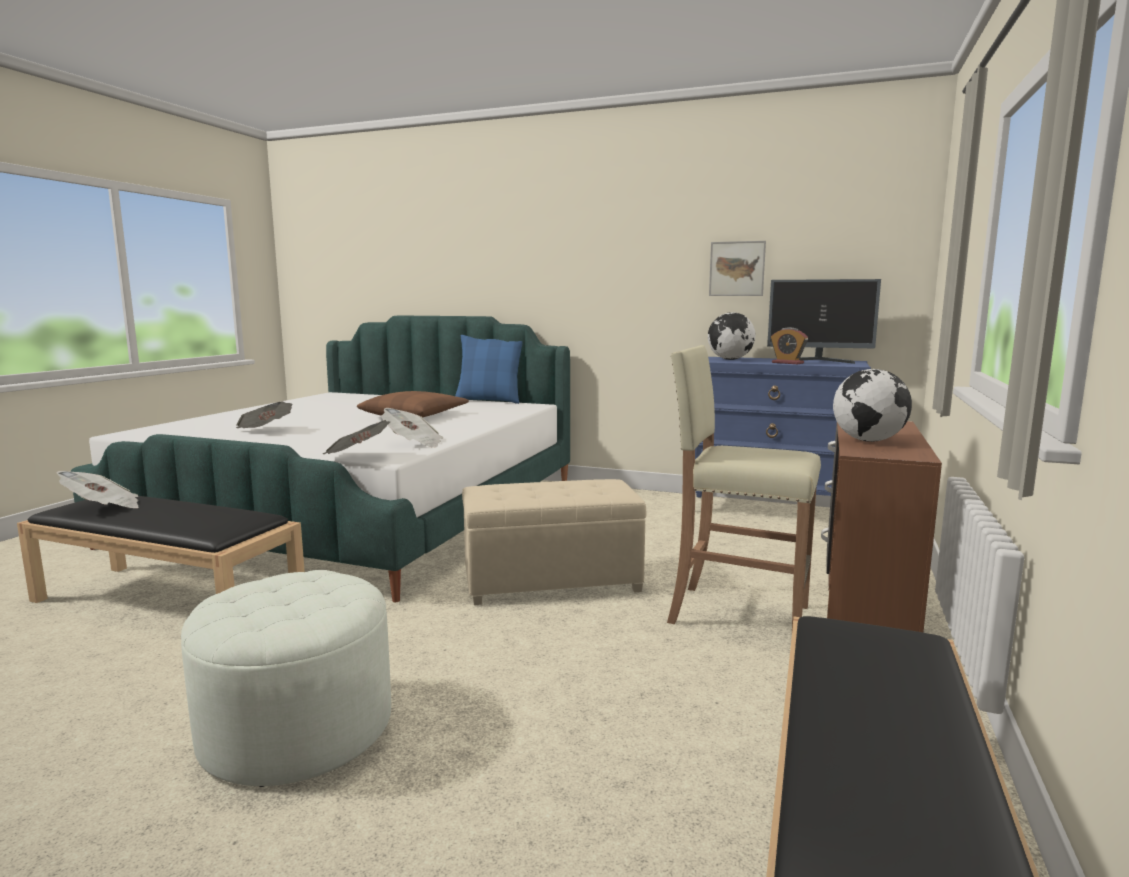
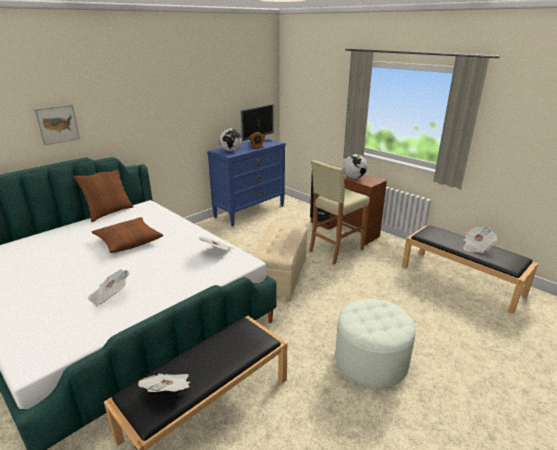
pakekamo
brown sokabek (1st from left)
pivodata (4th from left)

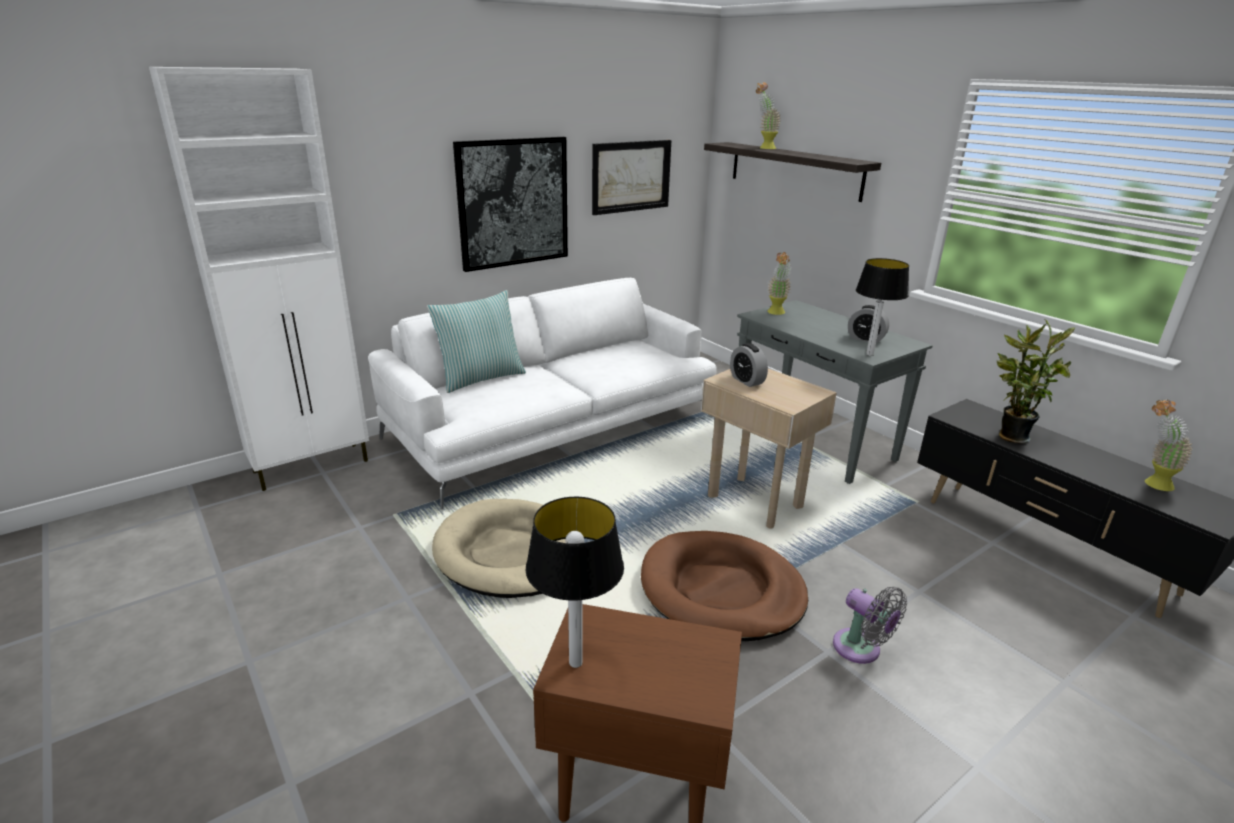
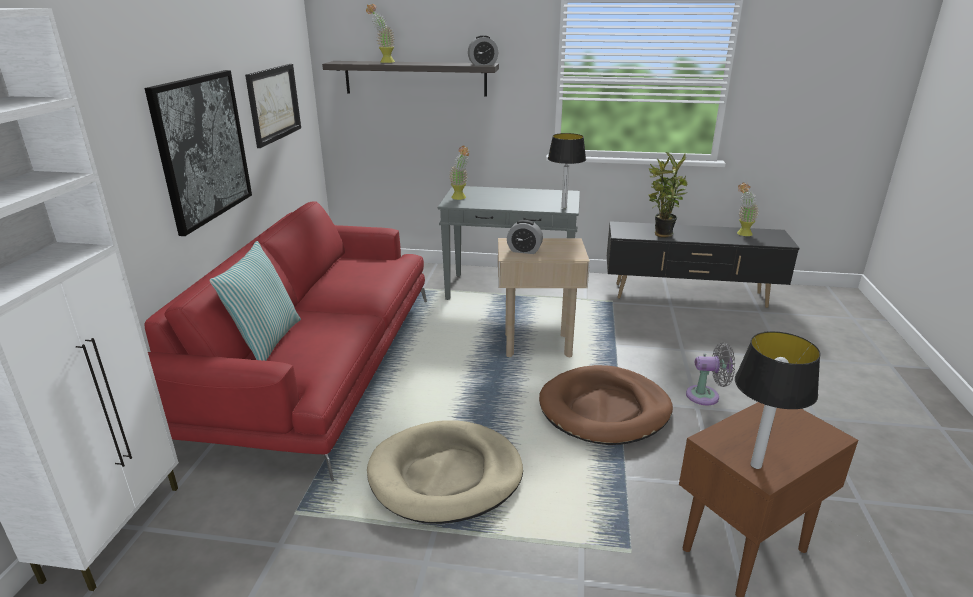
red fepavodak
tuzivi (1st from left)

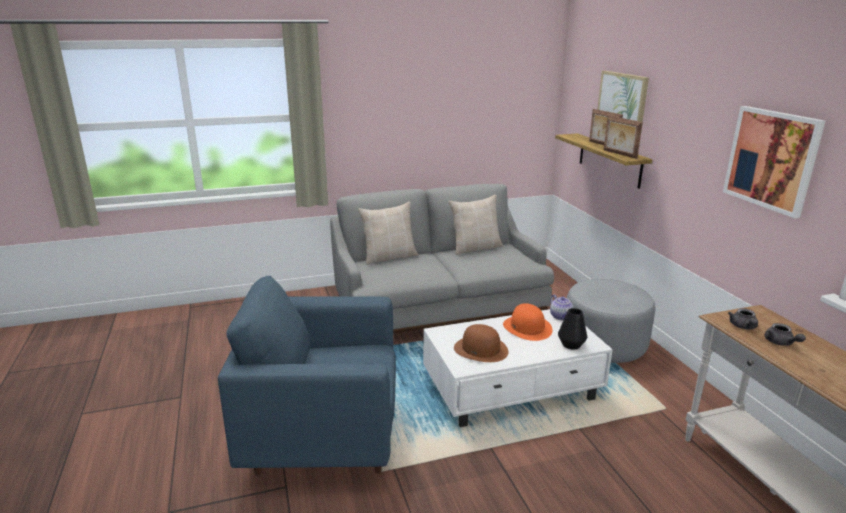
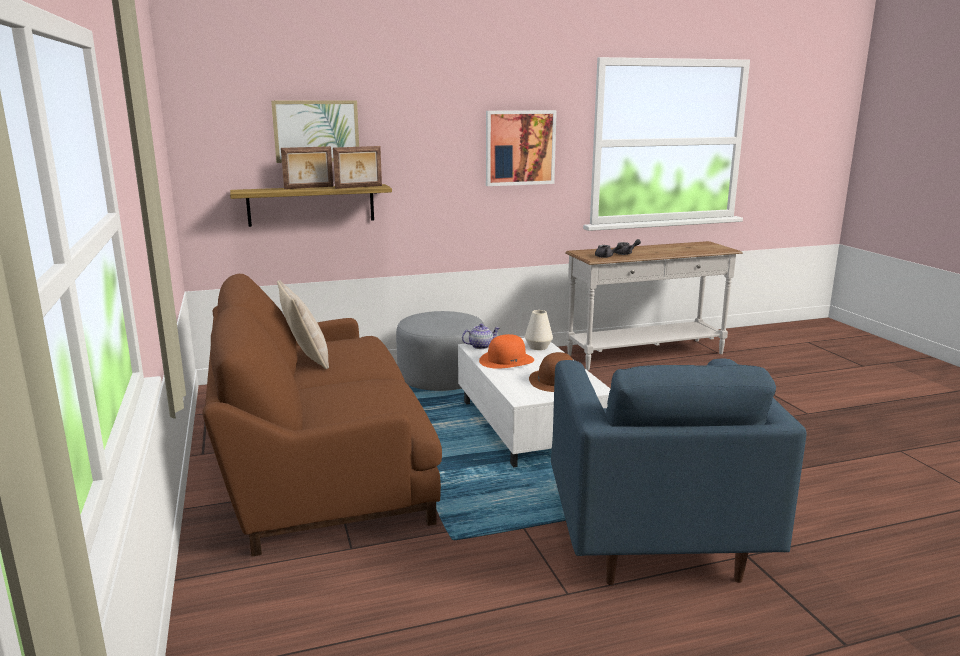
brown fepavodak
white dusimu
beige sokabek (1st from left in the first image)

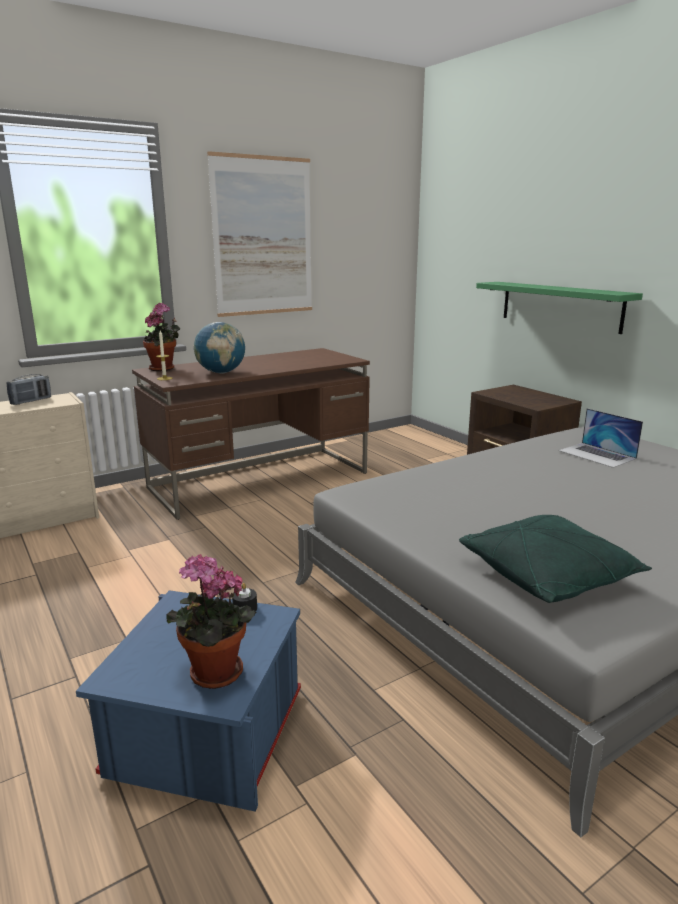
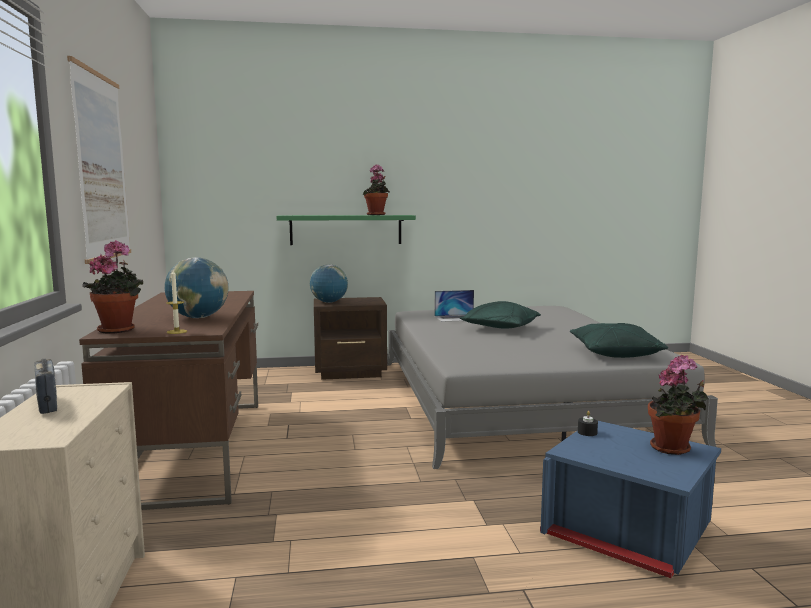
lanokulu (2nd from left)
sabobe (2nd from left)
green sokabek (1st from left)

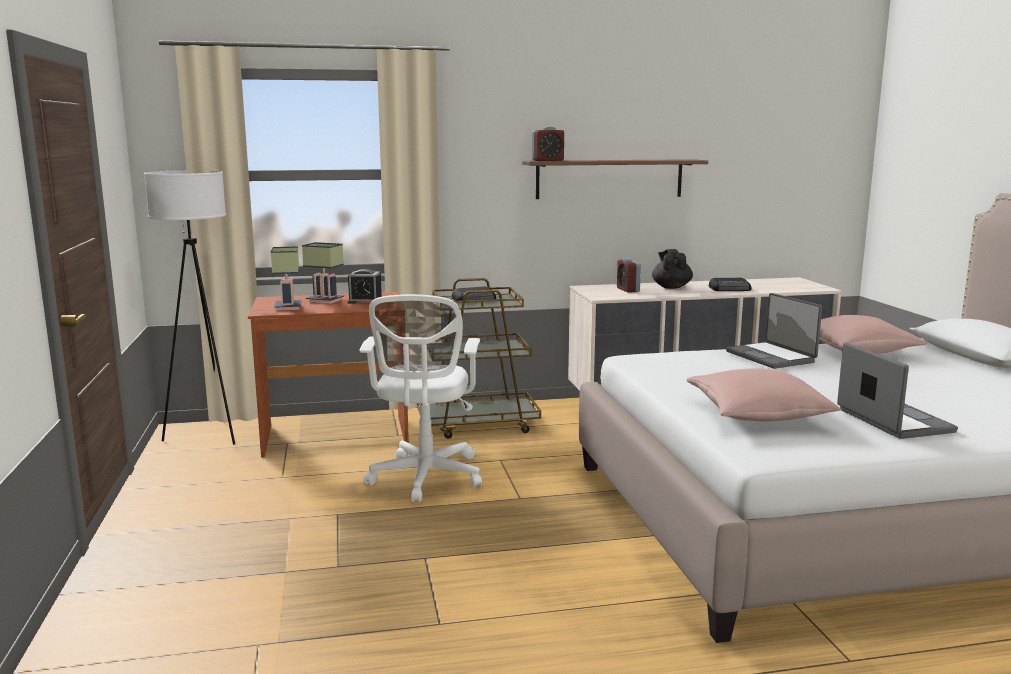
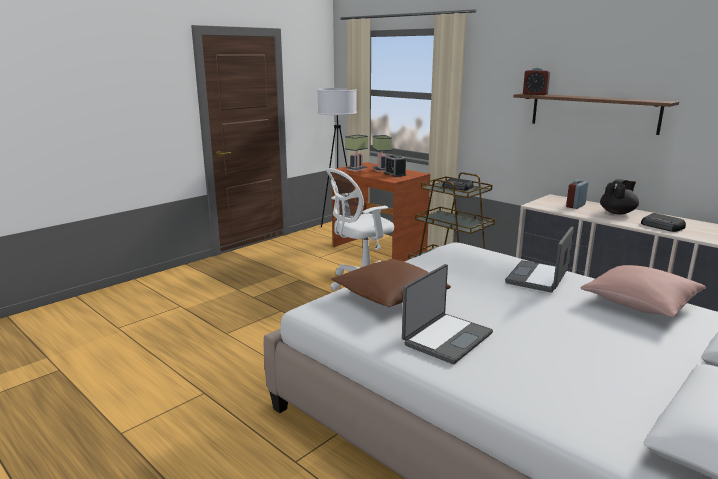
brown sokabek

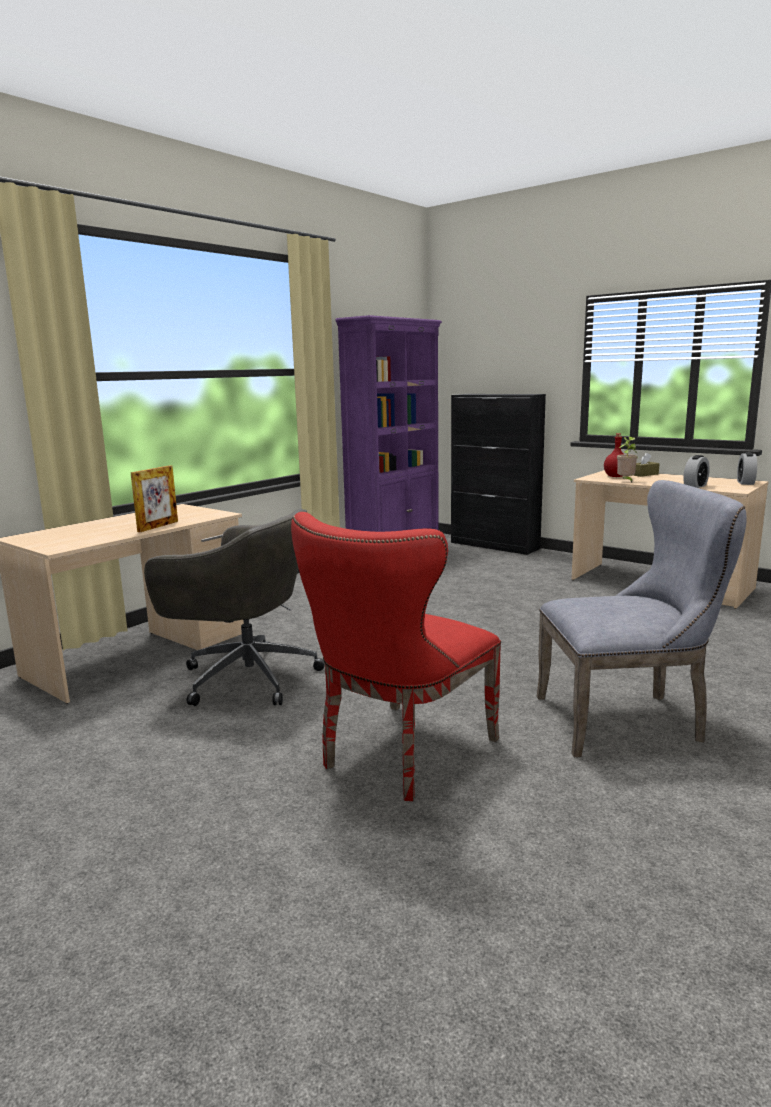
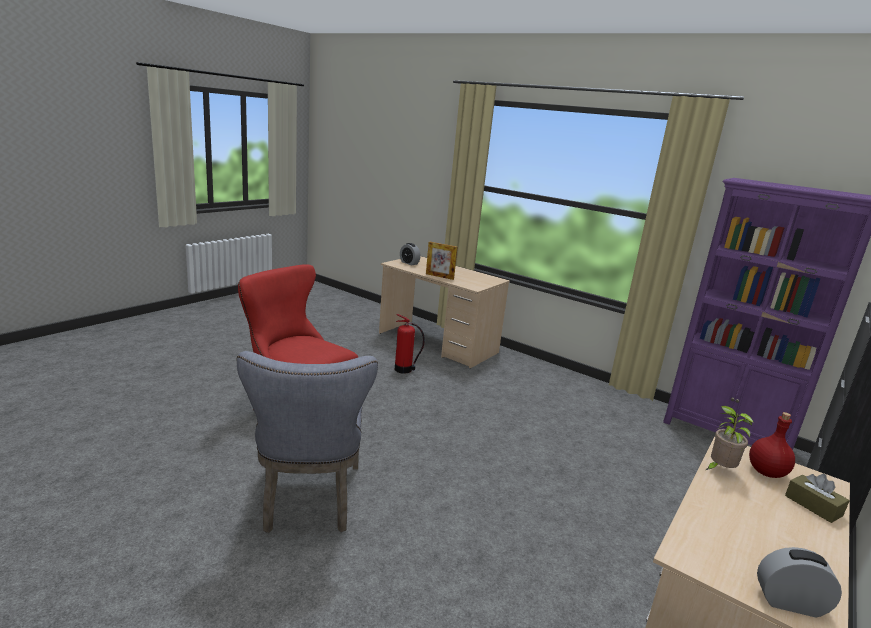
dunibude
tuzivi (1st from left)

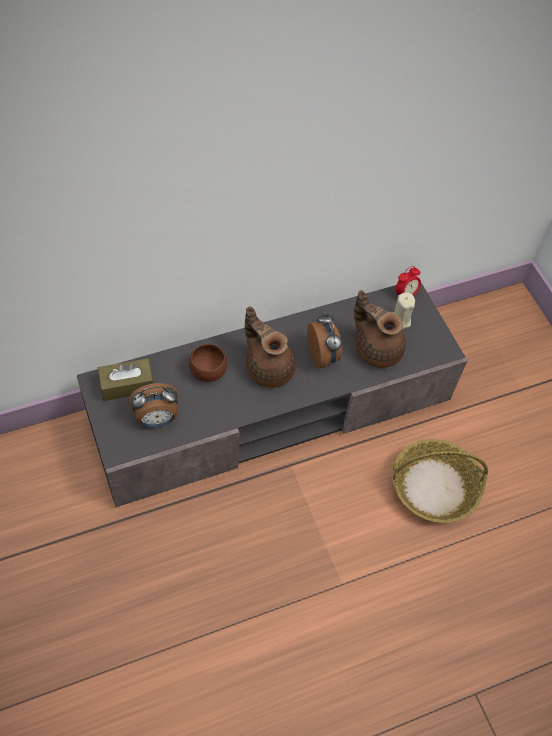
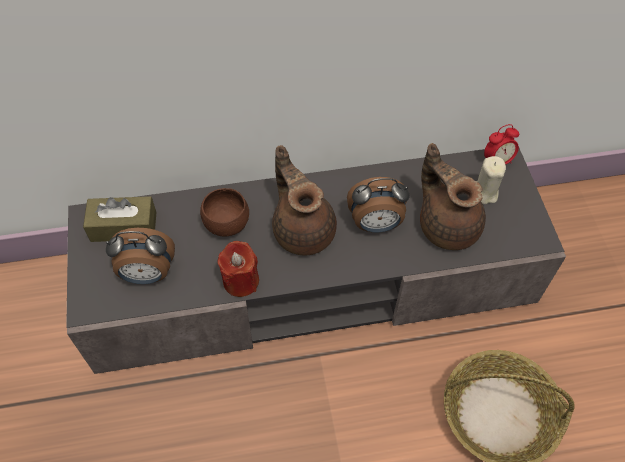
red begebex
tuzivi (2nd from left)

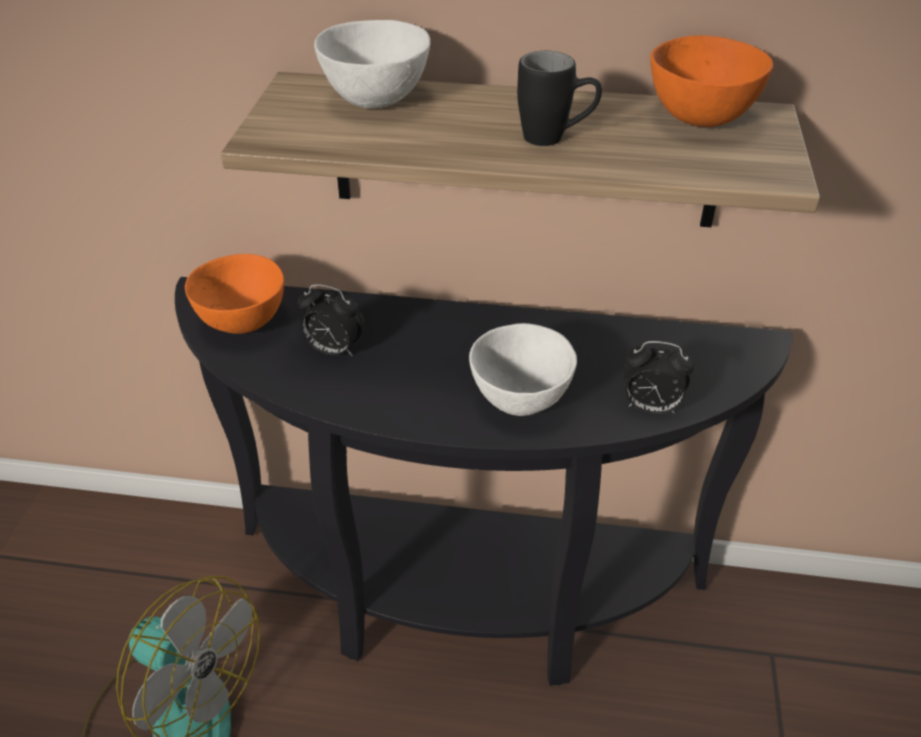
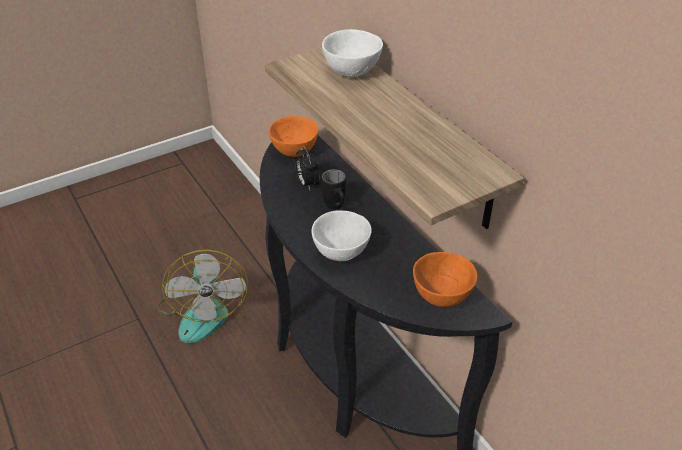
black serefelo
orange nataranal (2nd from left)
tuzivi (2nd from left in the first image)

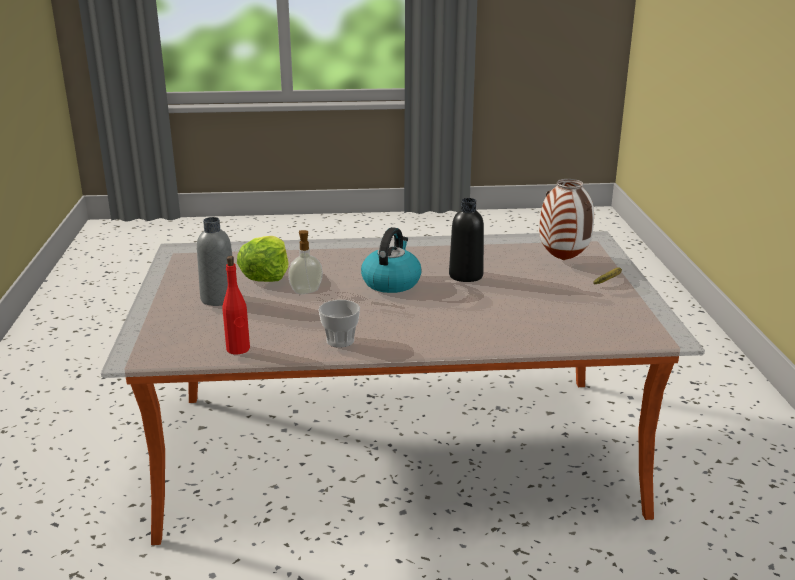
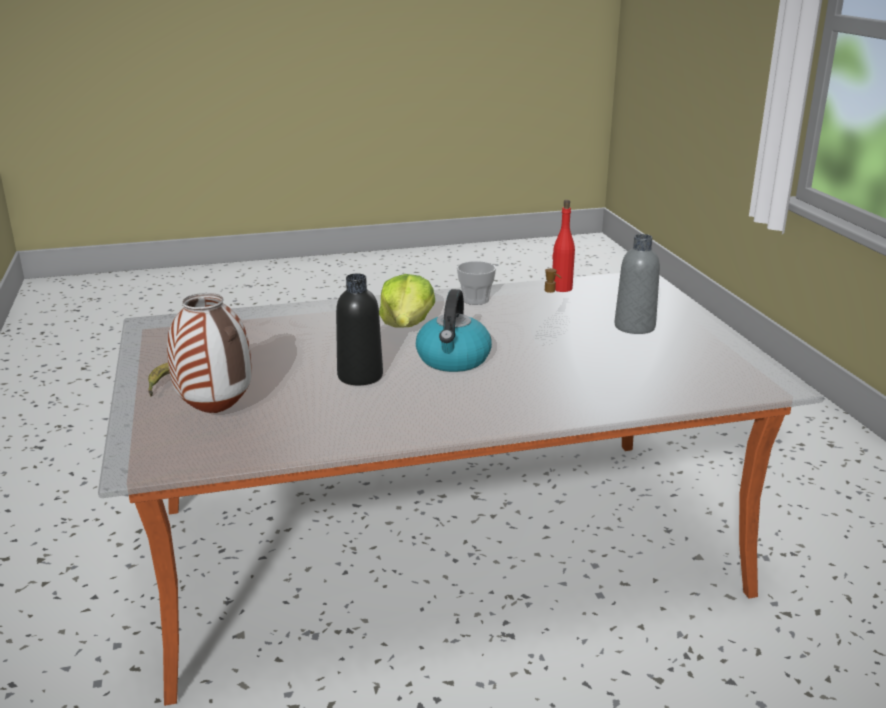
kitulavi

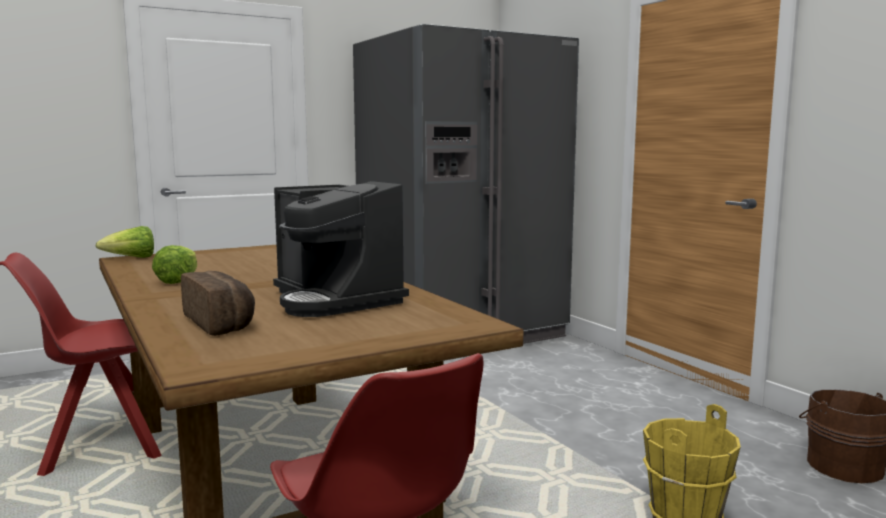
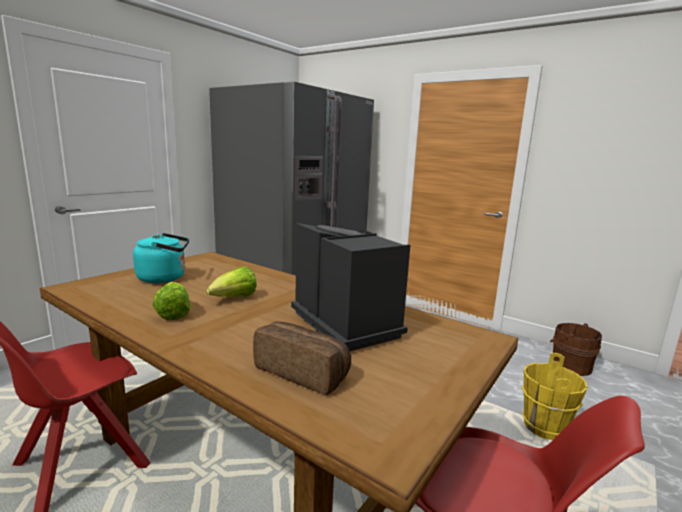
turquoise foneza
kitulavi (2nd from left)
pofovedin

